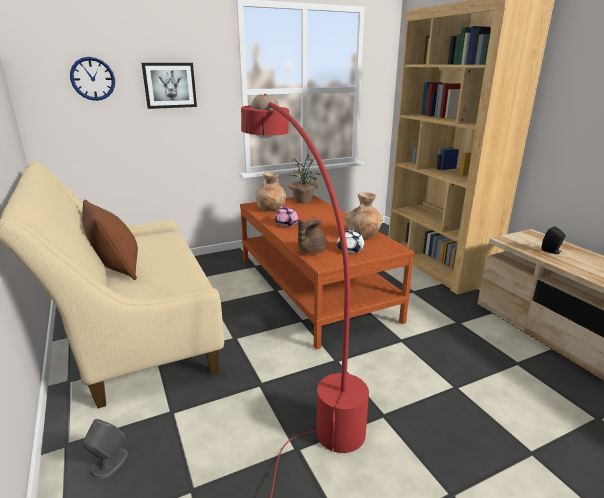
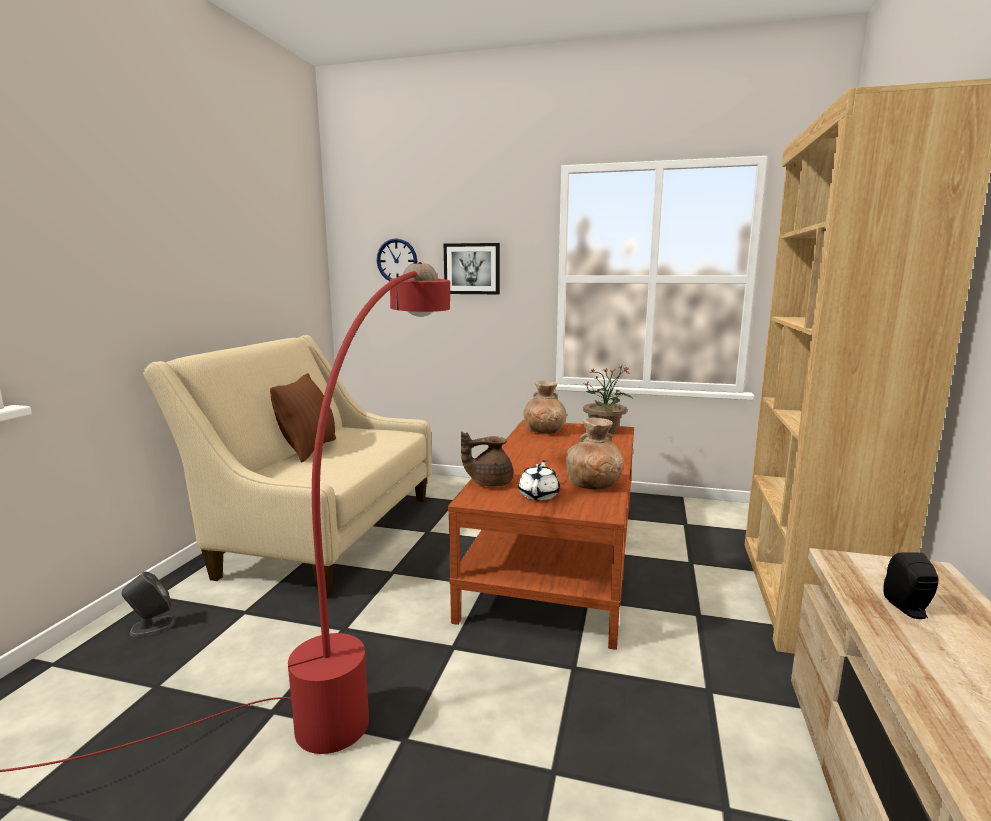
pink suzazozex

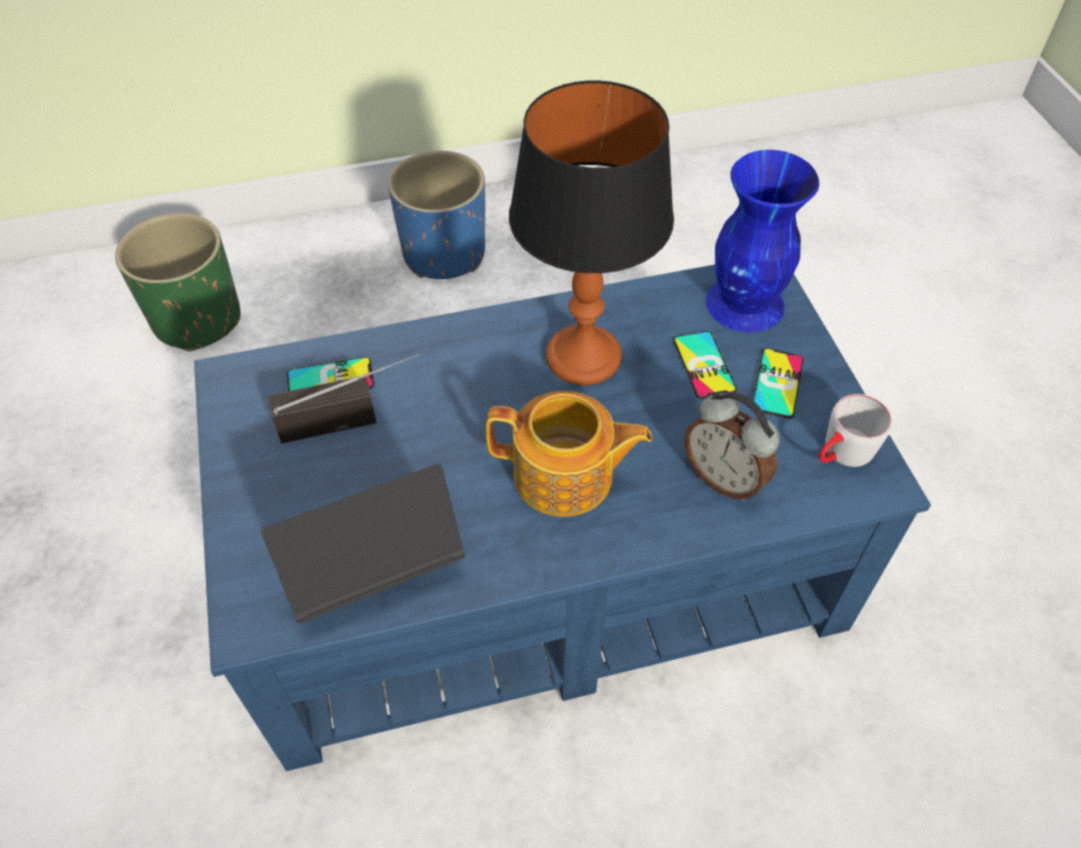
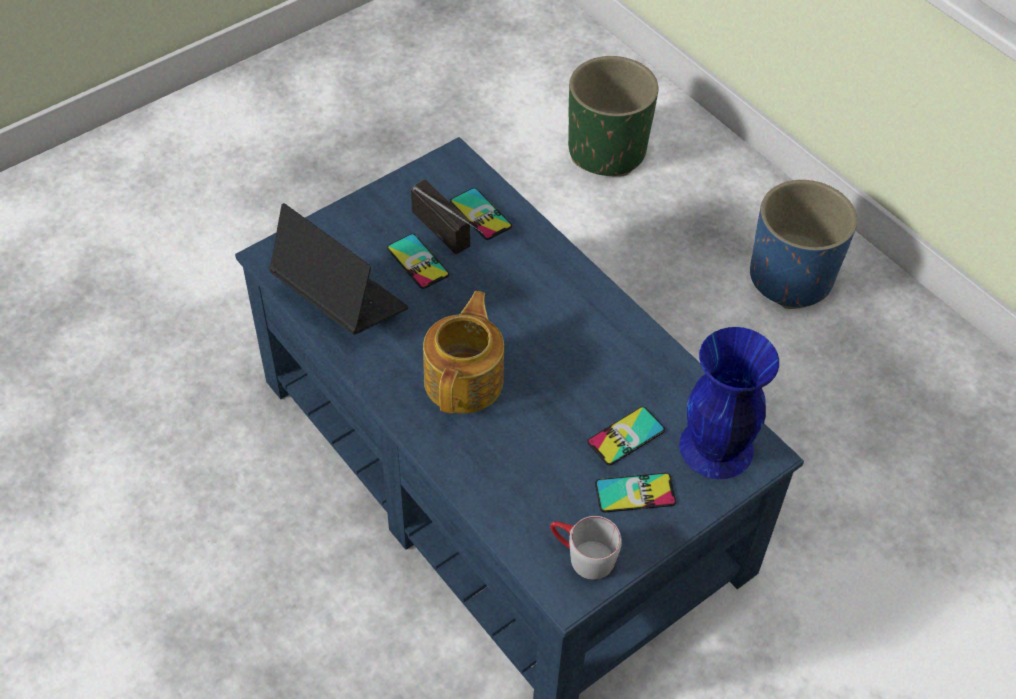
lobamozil (1st from left)
suzazozex
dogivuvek
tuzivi

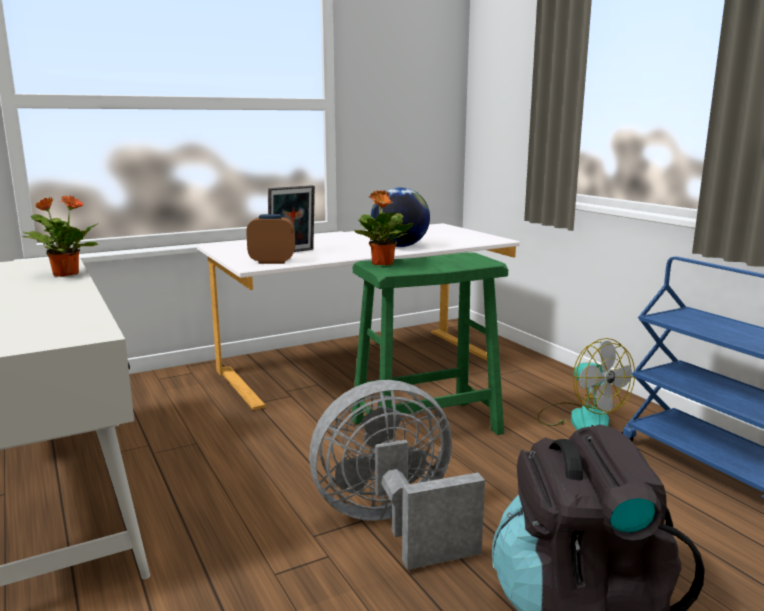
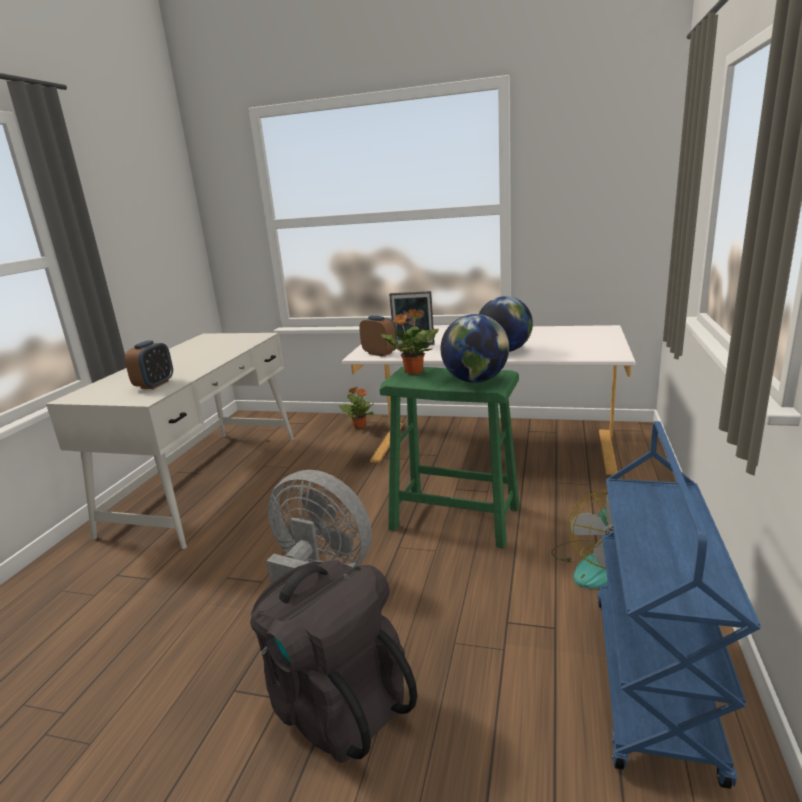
tuzivi (1st from left)
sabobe (1st from left)
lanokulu (1st from left)

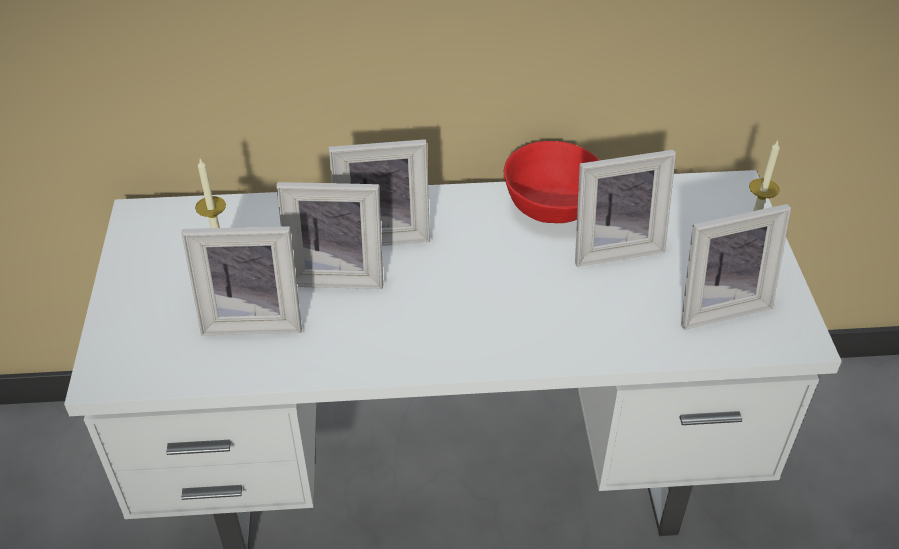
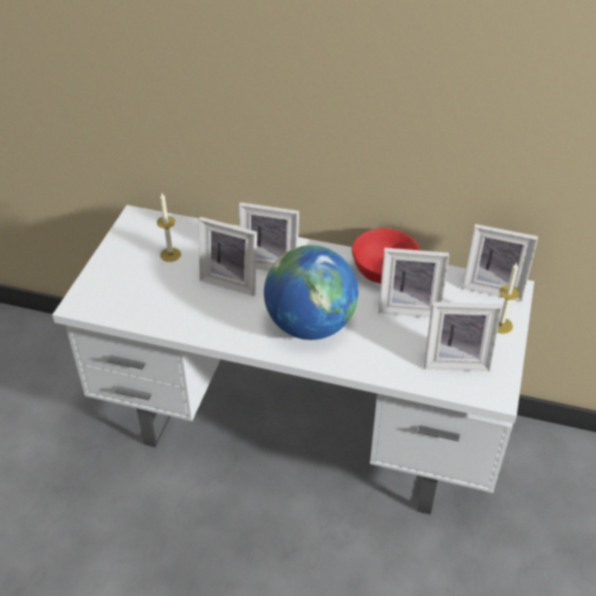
lanokulu
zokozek (5th from left)

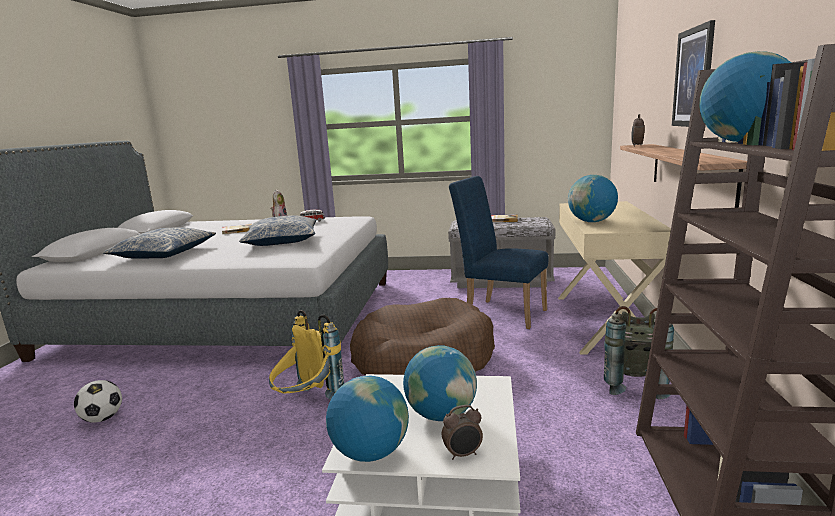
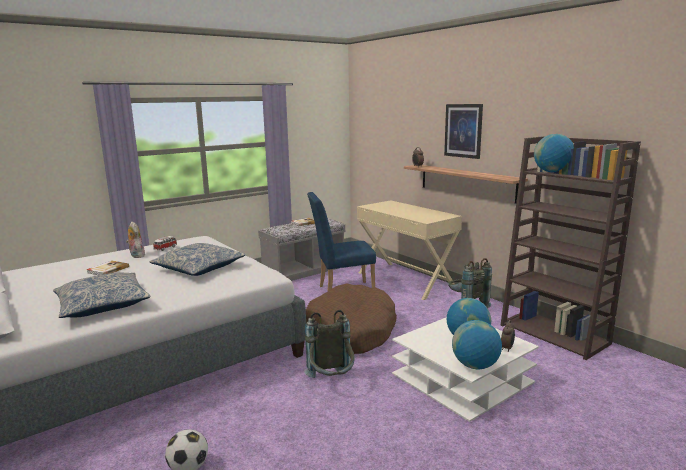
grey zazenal (1st from left)
lanokulu (3rd from left in the first image)

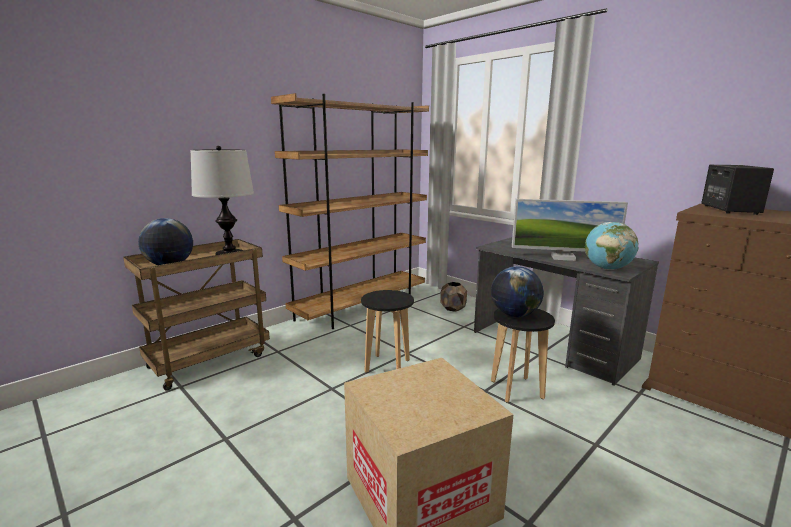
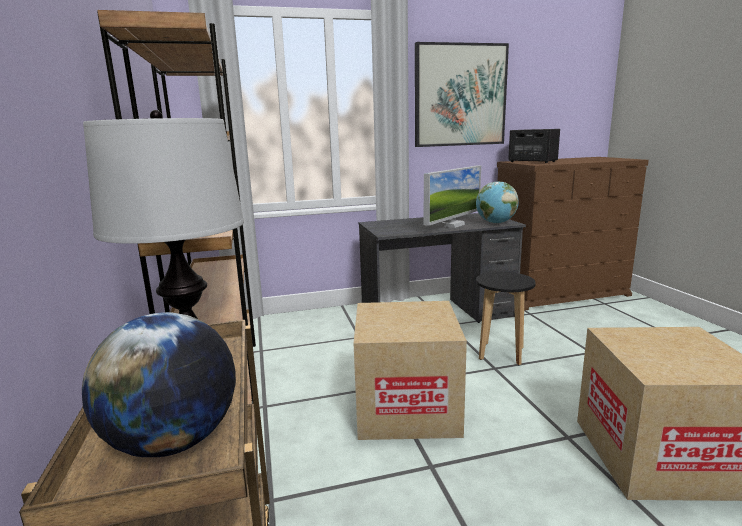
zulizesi (1st from left)
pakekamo
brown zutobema
lanokulu (2nd from left in the first image)

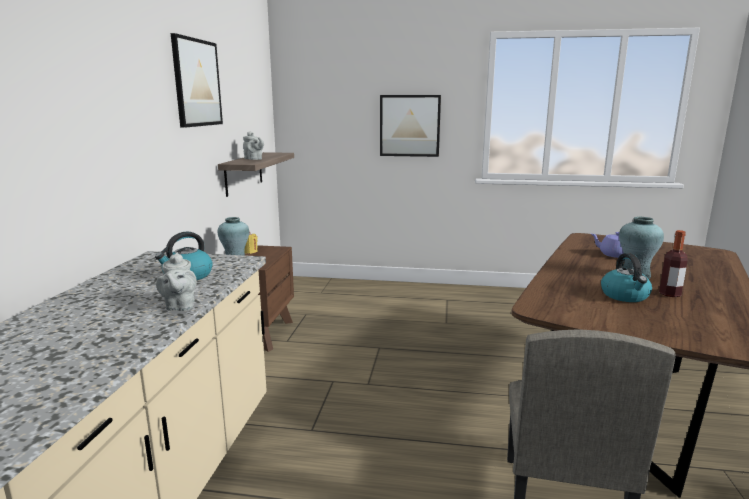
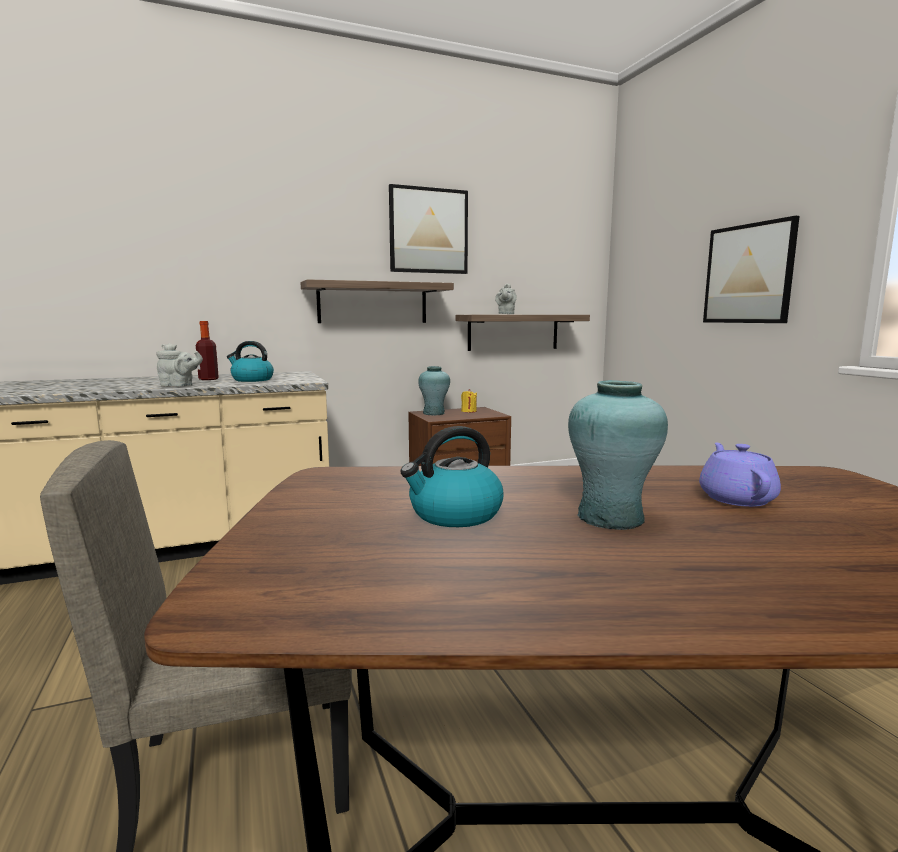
grey suzazozex (1st from left)
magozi
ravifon (1st from left)

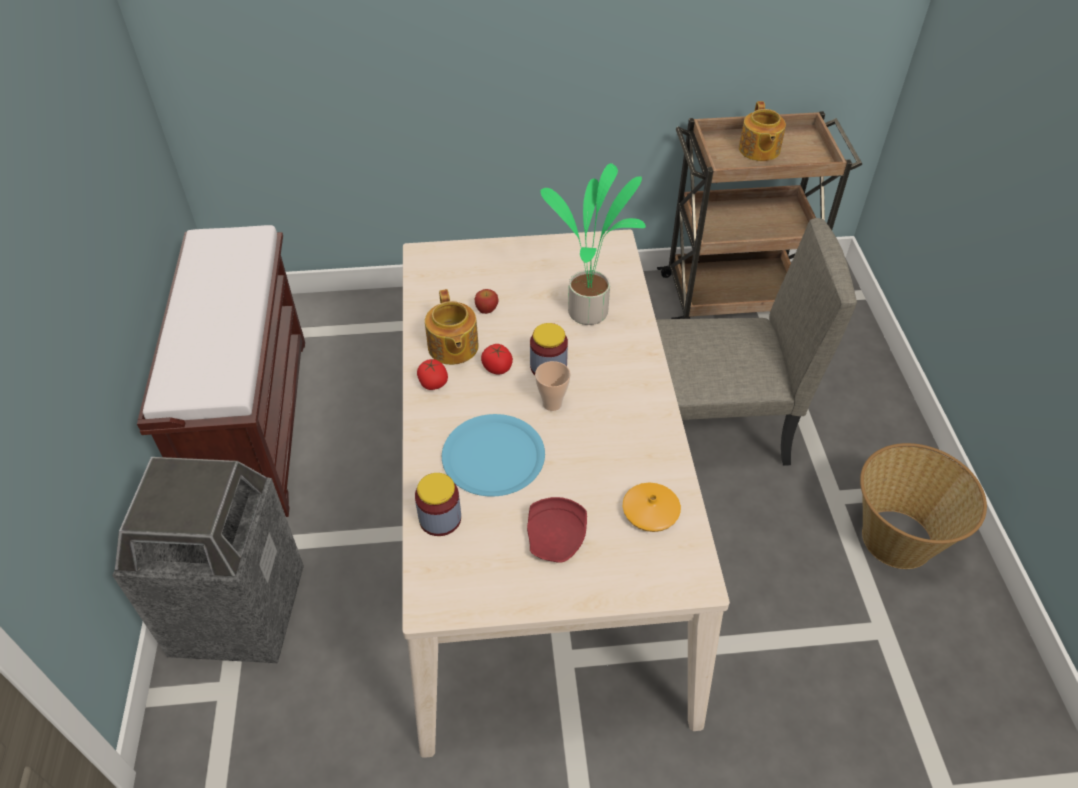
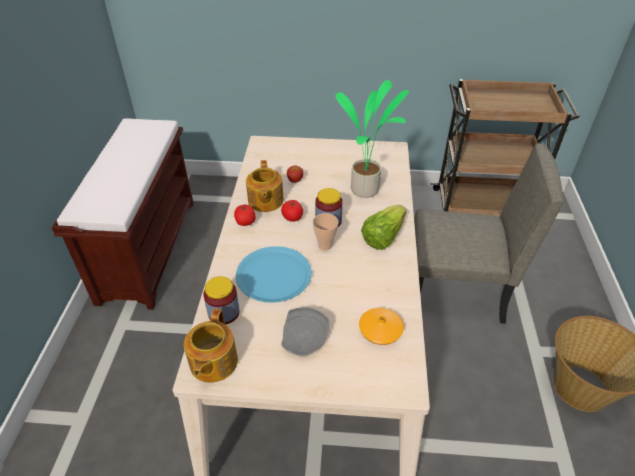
suzazozex (1st from left)
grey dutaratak
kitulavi
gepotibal

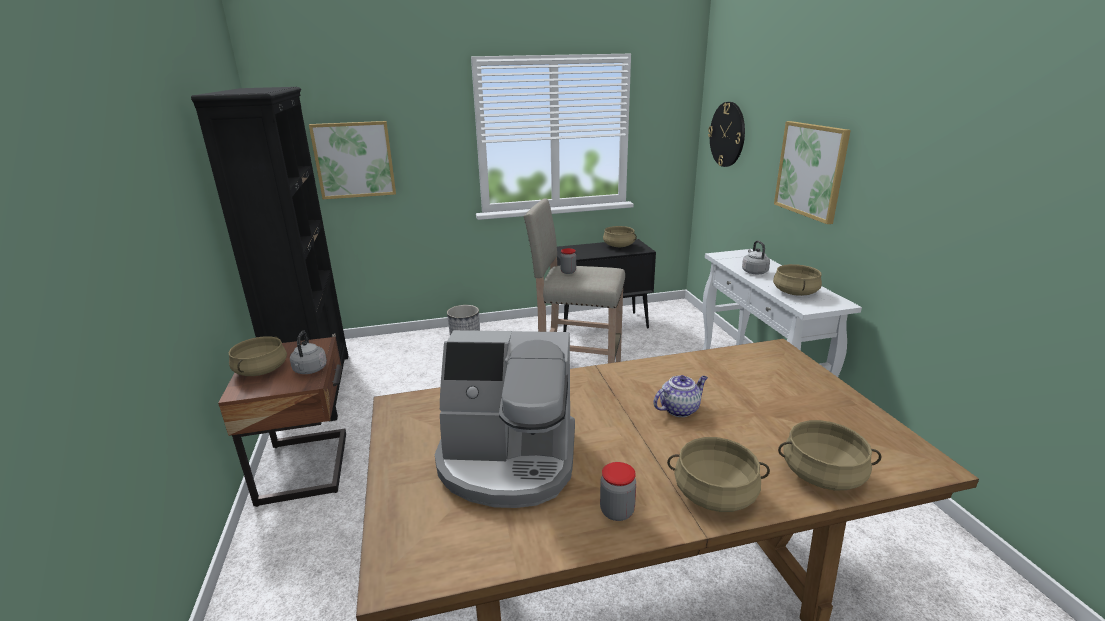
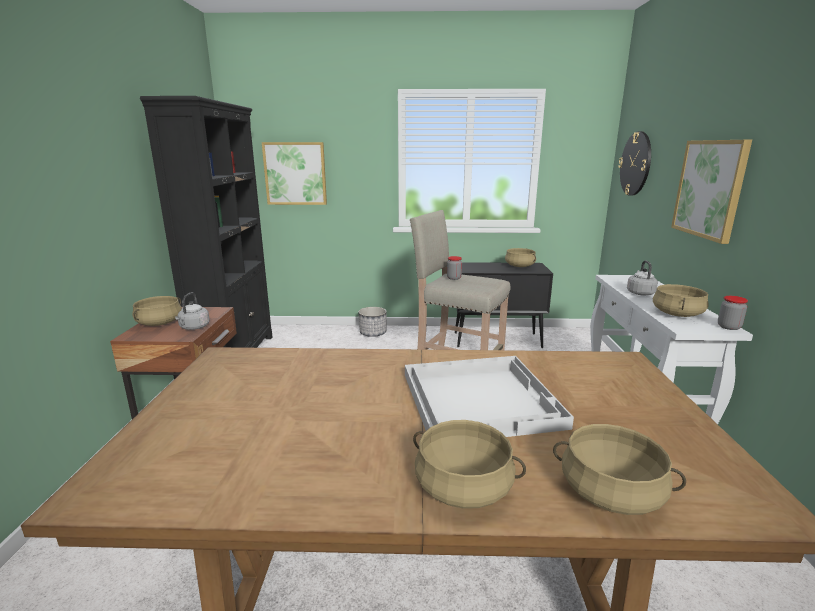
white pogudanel
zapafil (2nd from left)
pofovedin

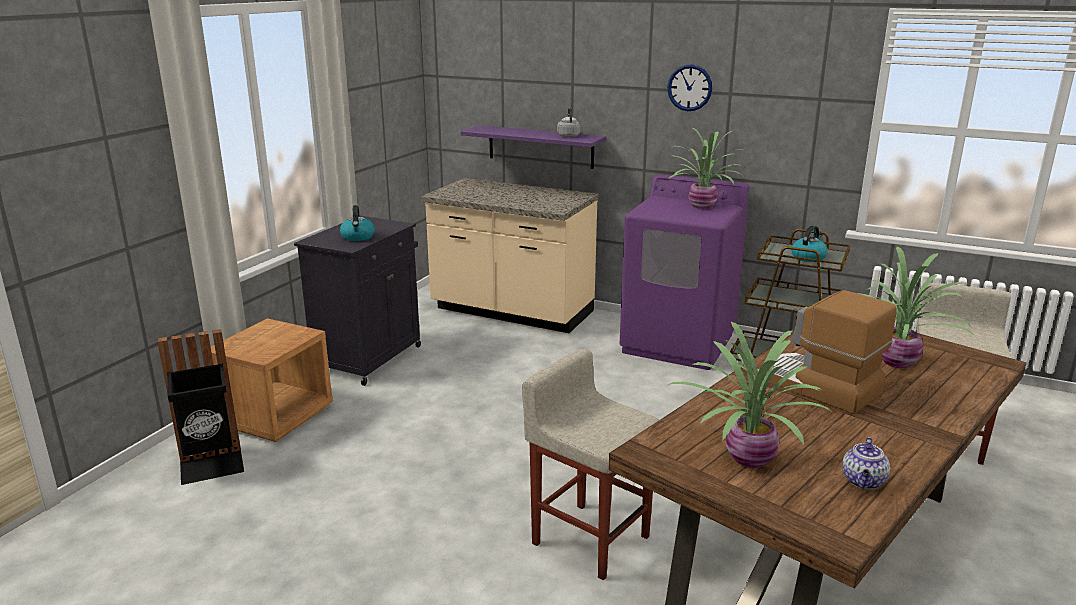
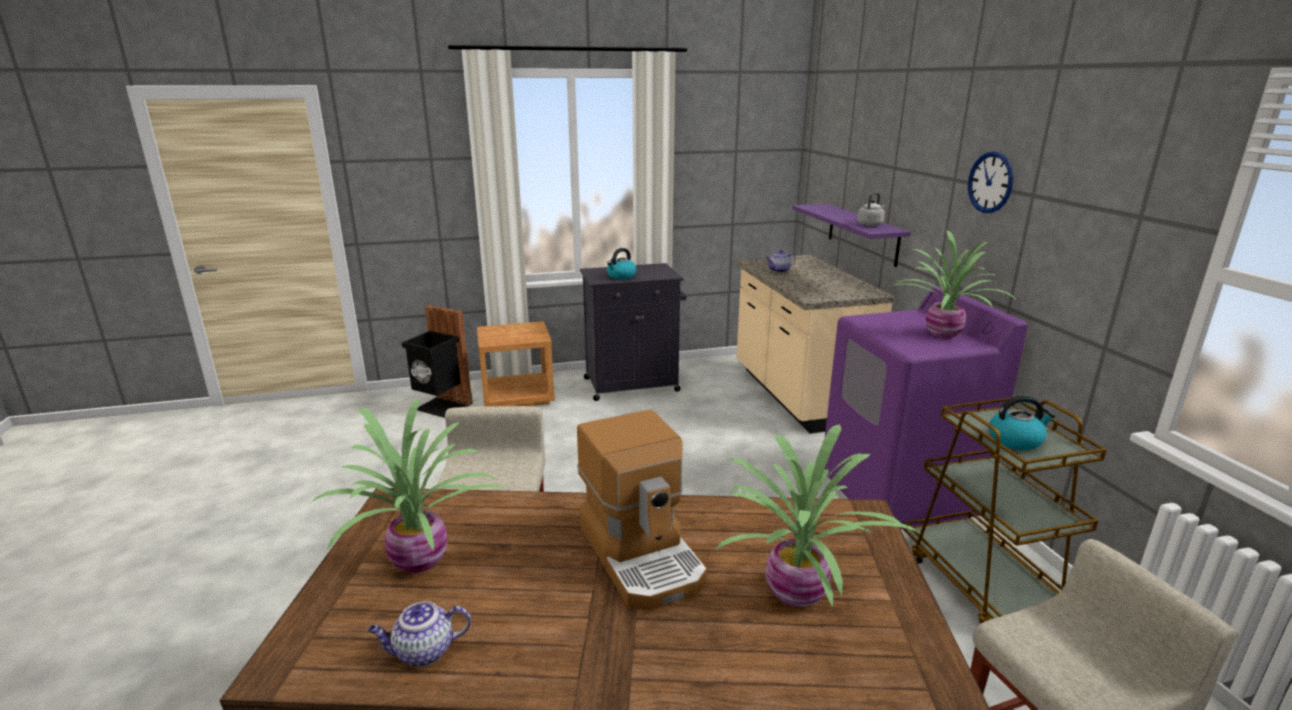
pofovedin
suzazozex (2nd from left)

